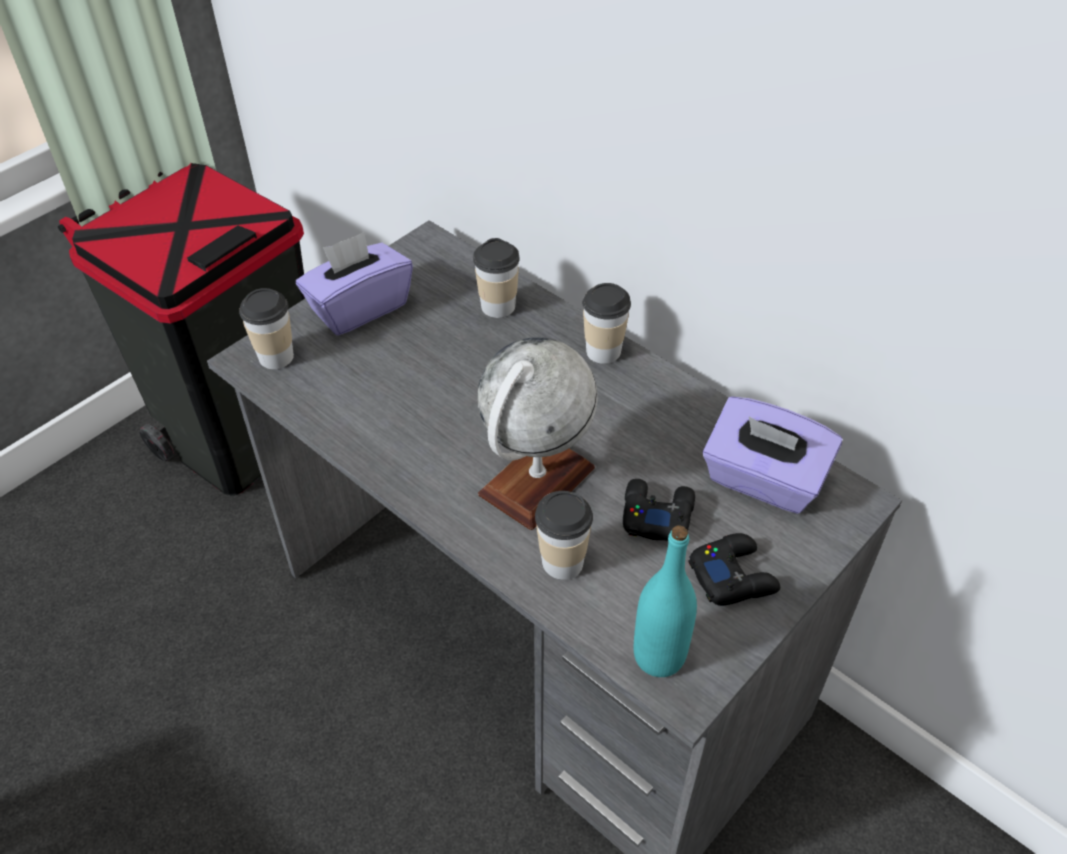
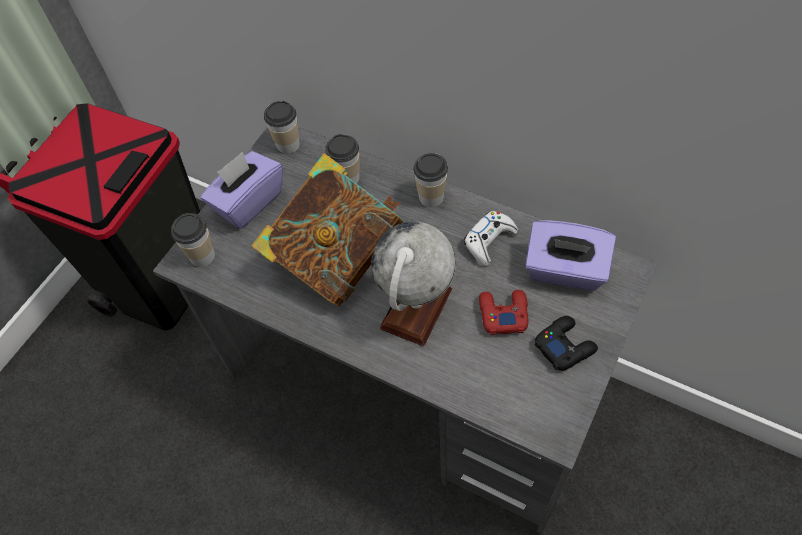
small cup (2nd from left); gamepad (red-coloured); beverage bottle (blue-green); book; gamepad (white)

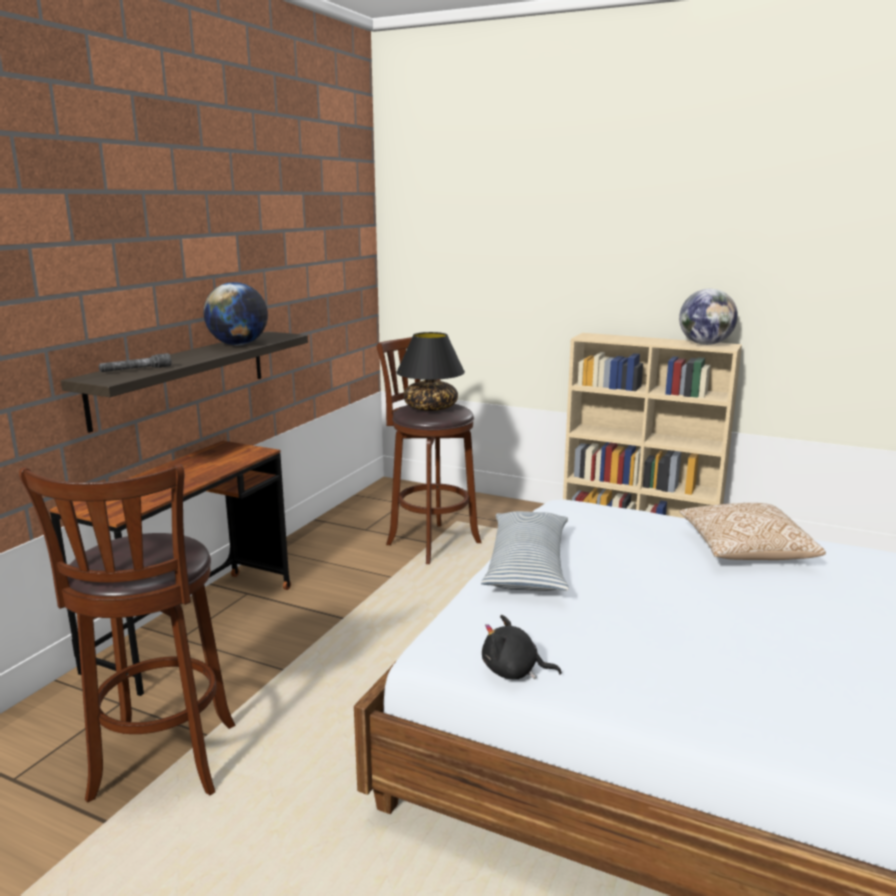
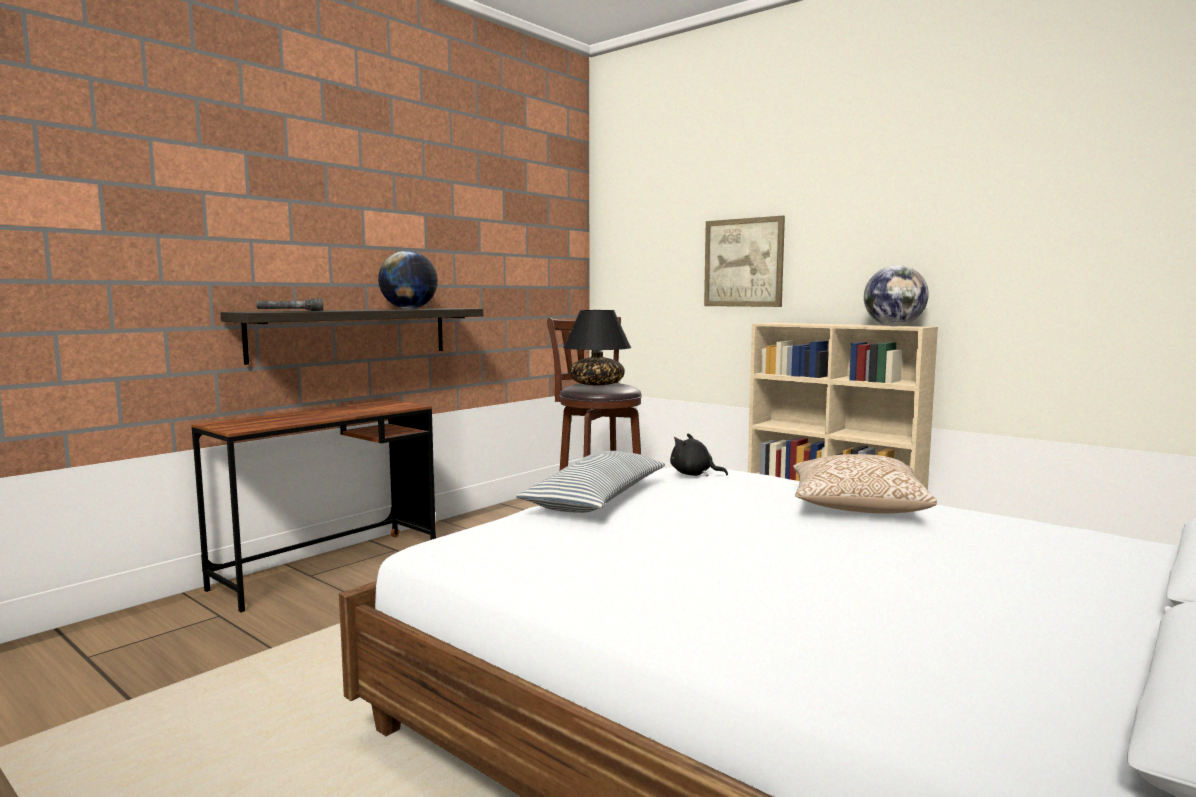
sitting stool (brownish) (1st from left in the first image); plush toy (blackish); picture

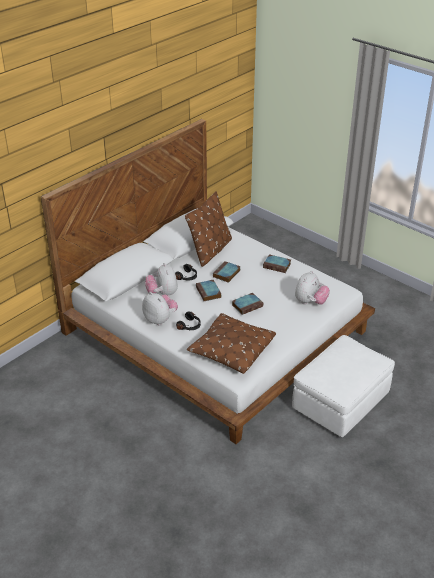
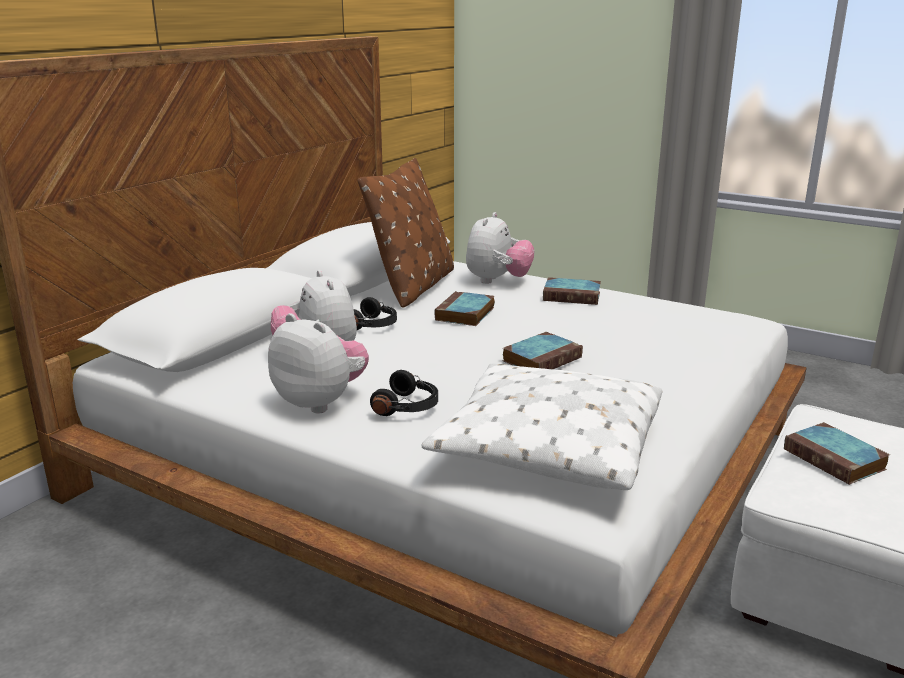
throw pillow (white); book (4th from left); plush toy (3rd from left)

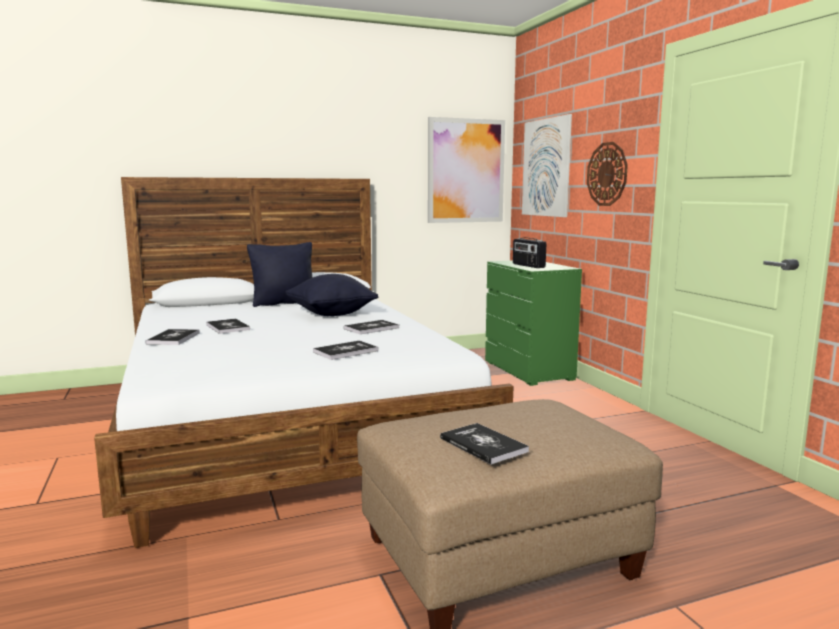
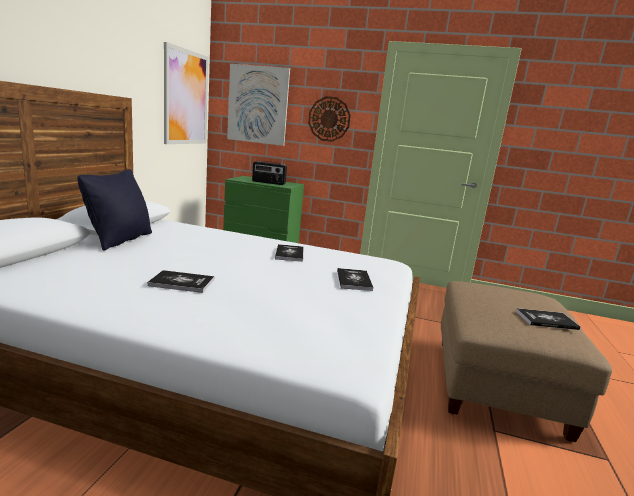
book (1st from left in the first image); throw pillow (blackish) (2nd from left in the first image)

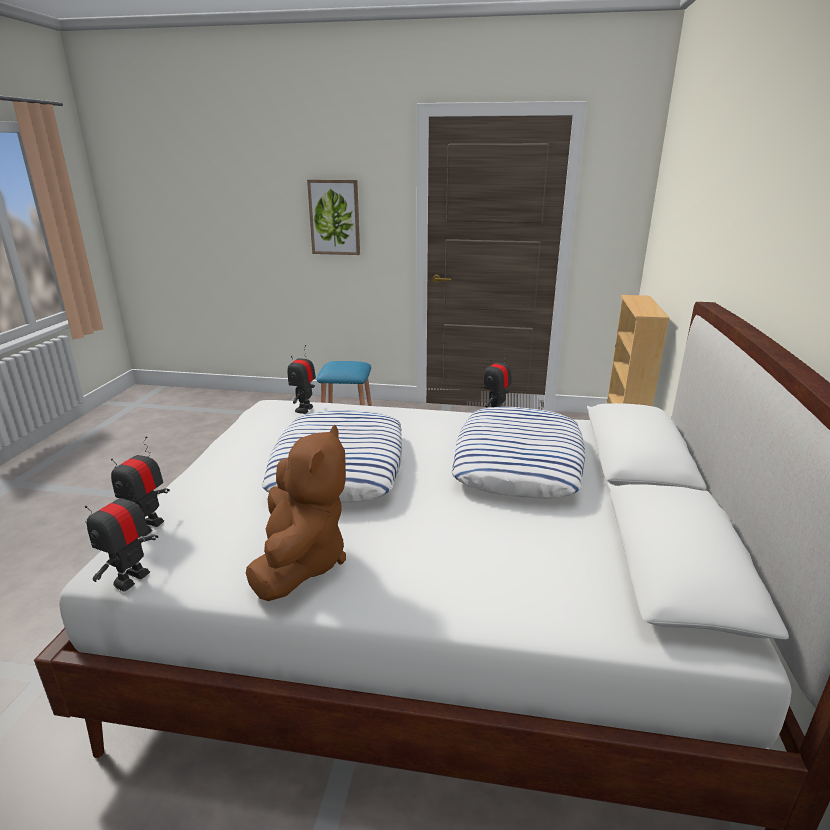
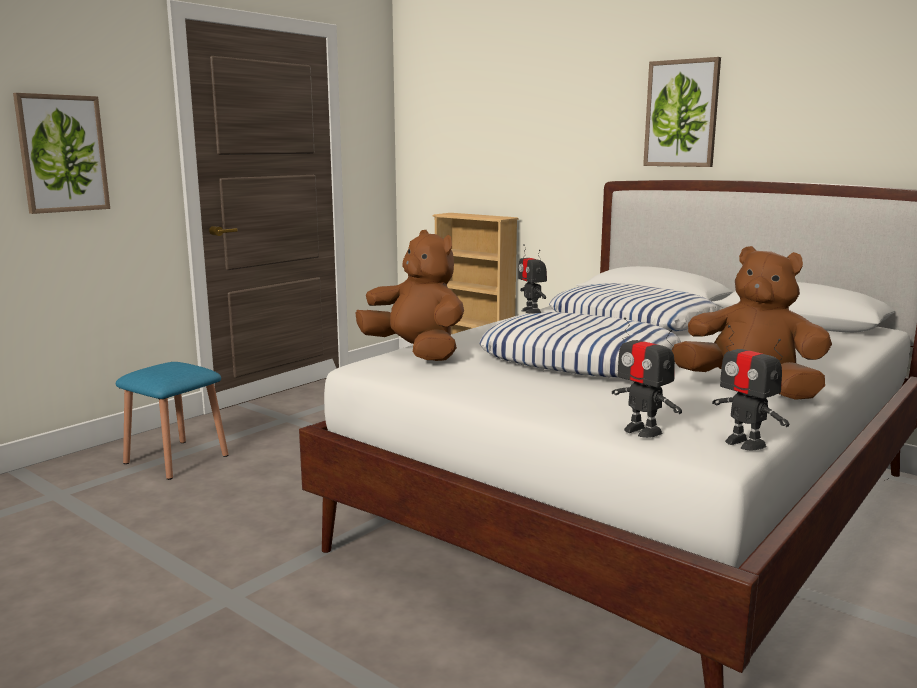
plush toy (brownish) (1st from left); picture (2nd from left)

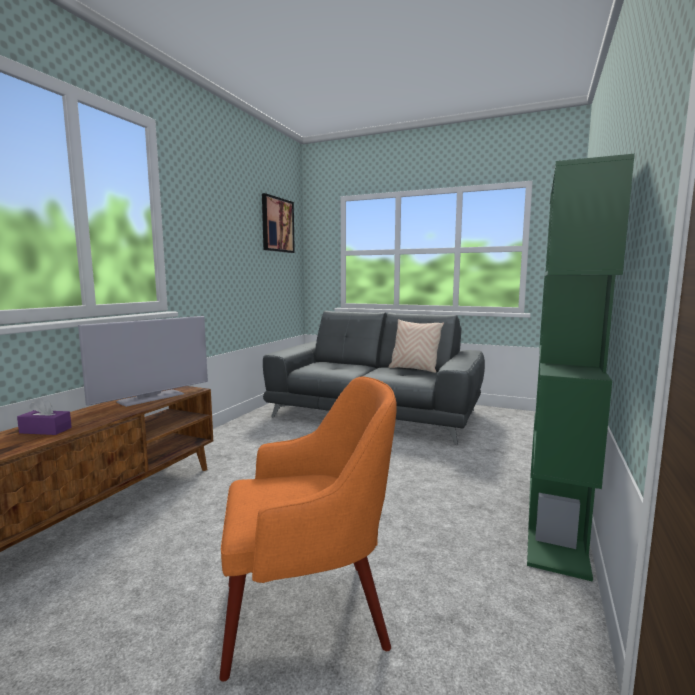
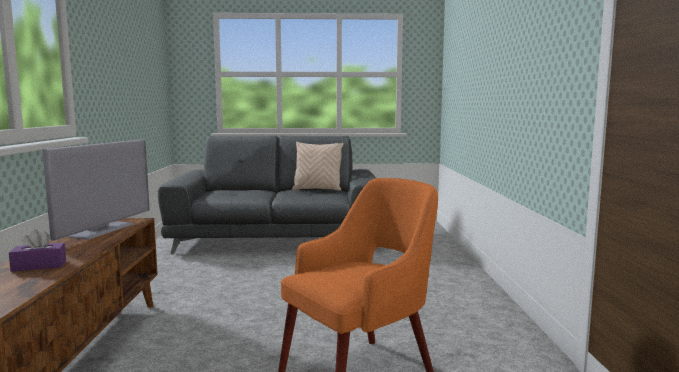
picture; shelving unit (greenish)

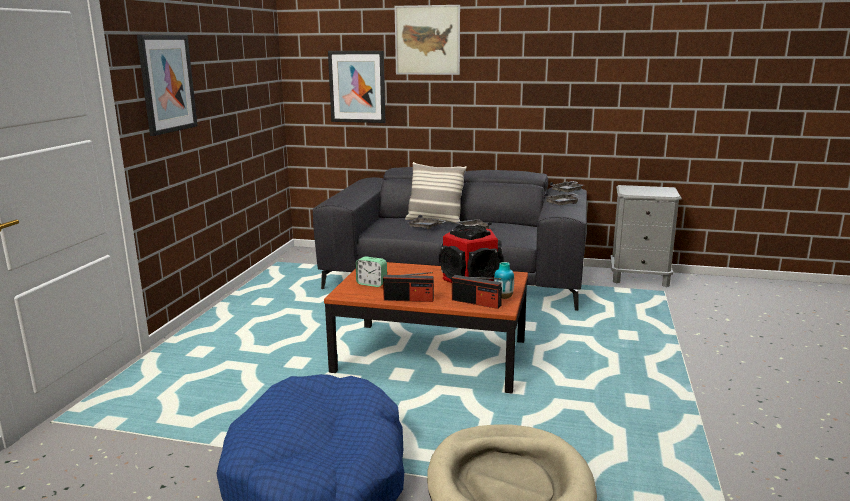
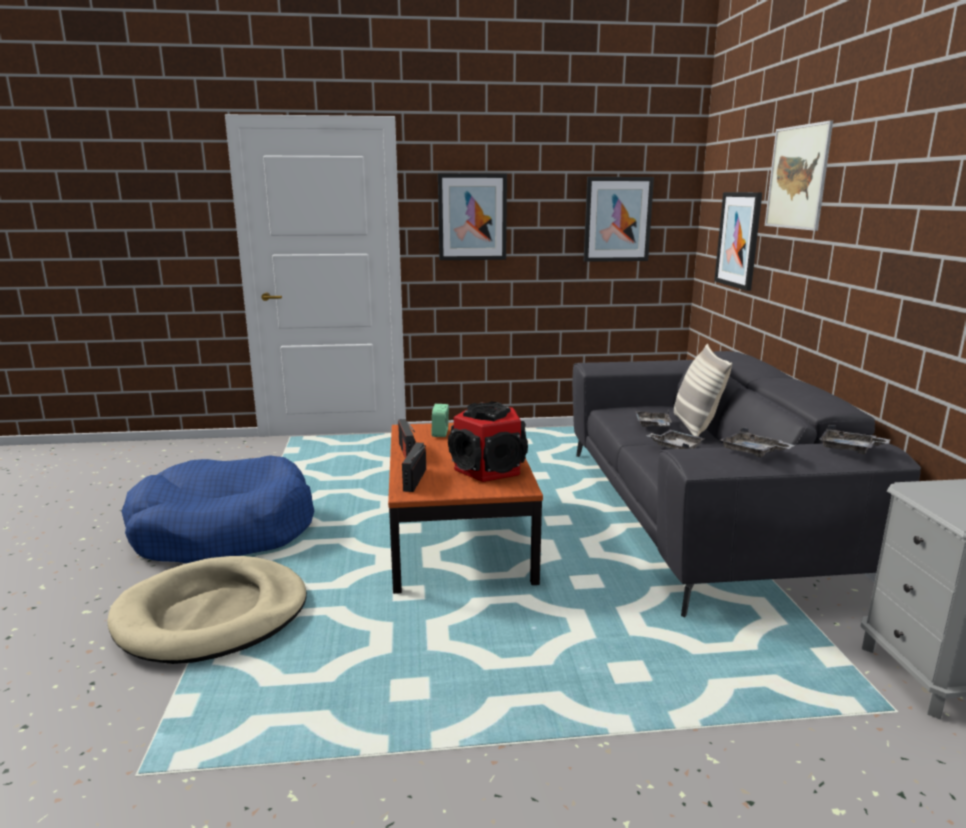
flower vase; picture (2nd from left)

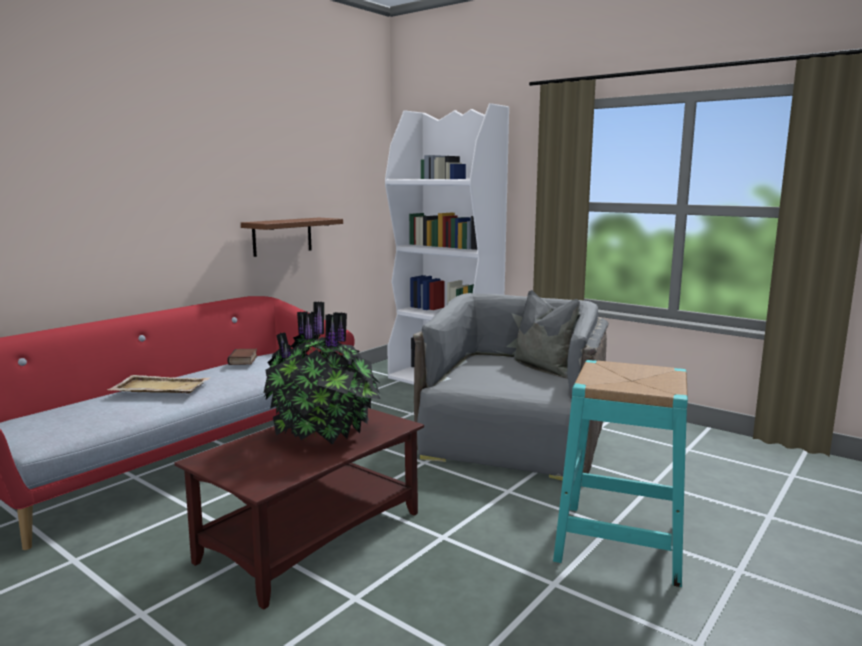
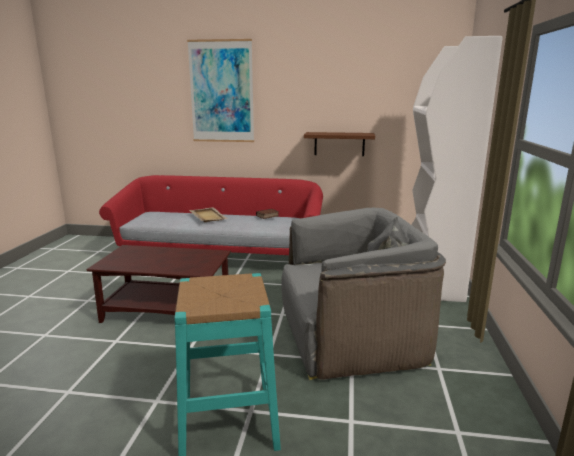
houseplant; picture

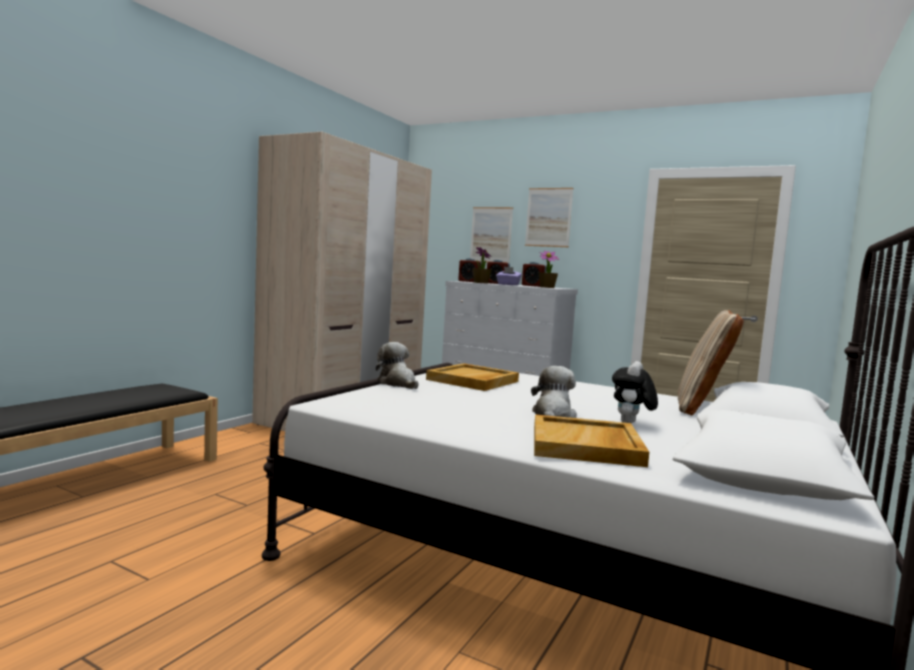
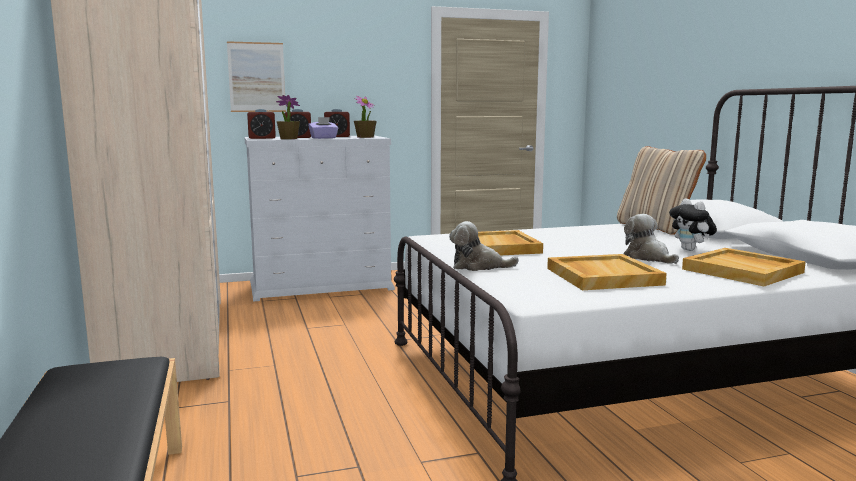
picture (2nd from left in the first image); tray (beige) (2nd from left)

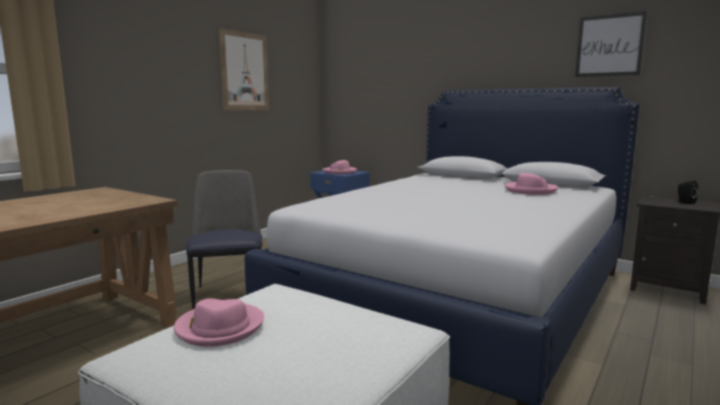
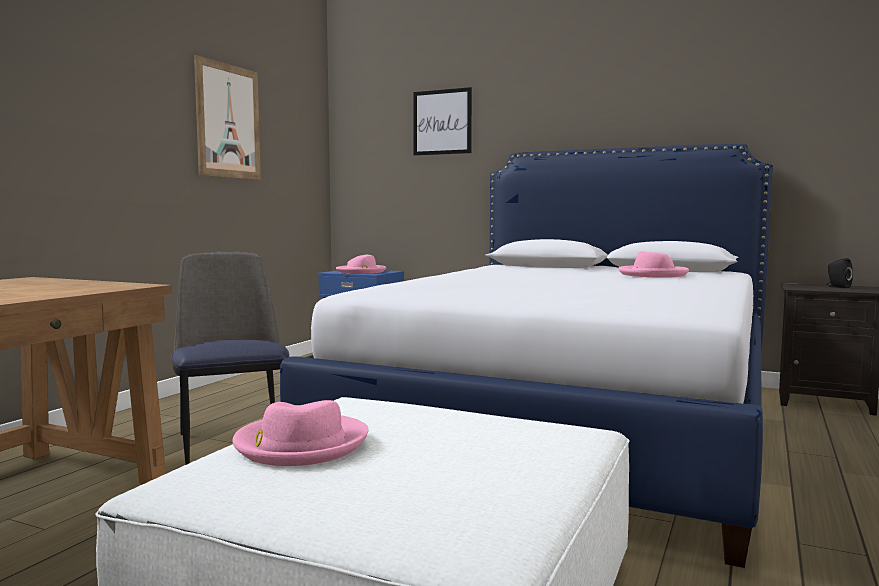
picture (2nd from left)

